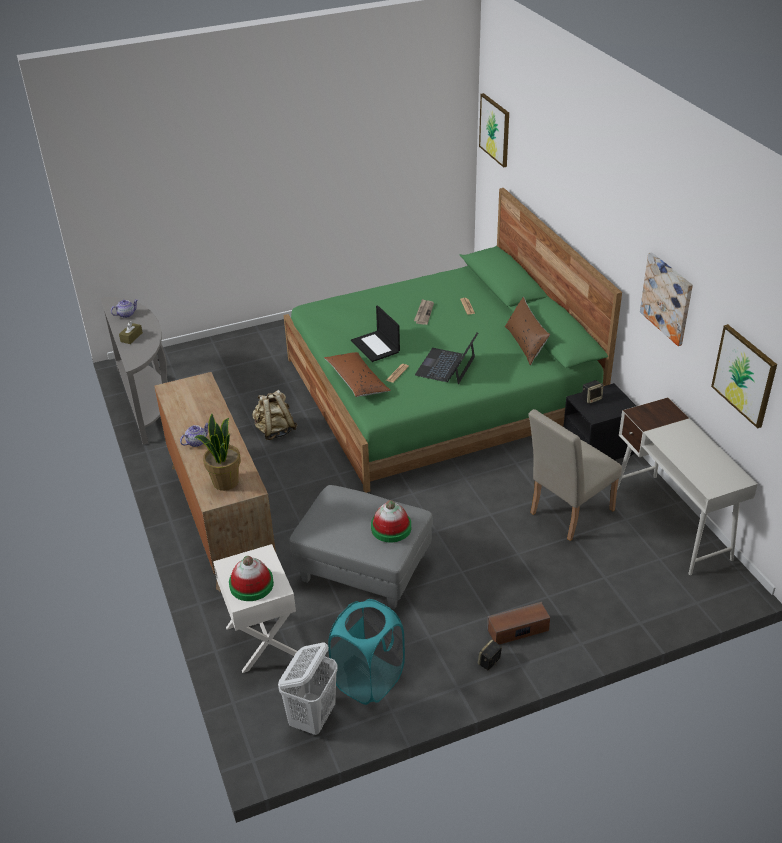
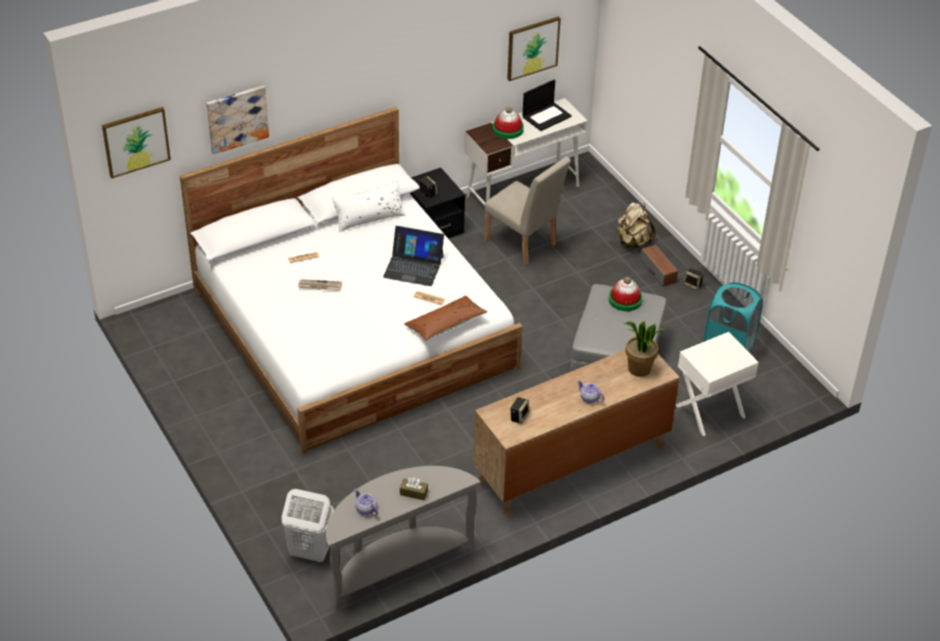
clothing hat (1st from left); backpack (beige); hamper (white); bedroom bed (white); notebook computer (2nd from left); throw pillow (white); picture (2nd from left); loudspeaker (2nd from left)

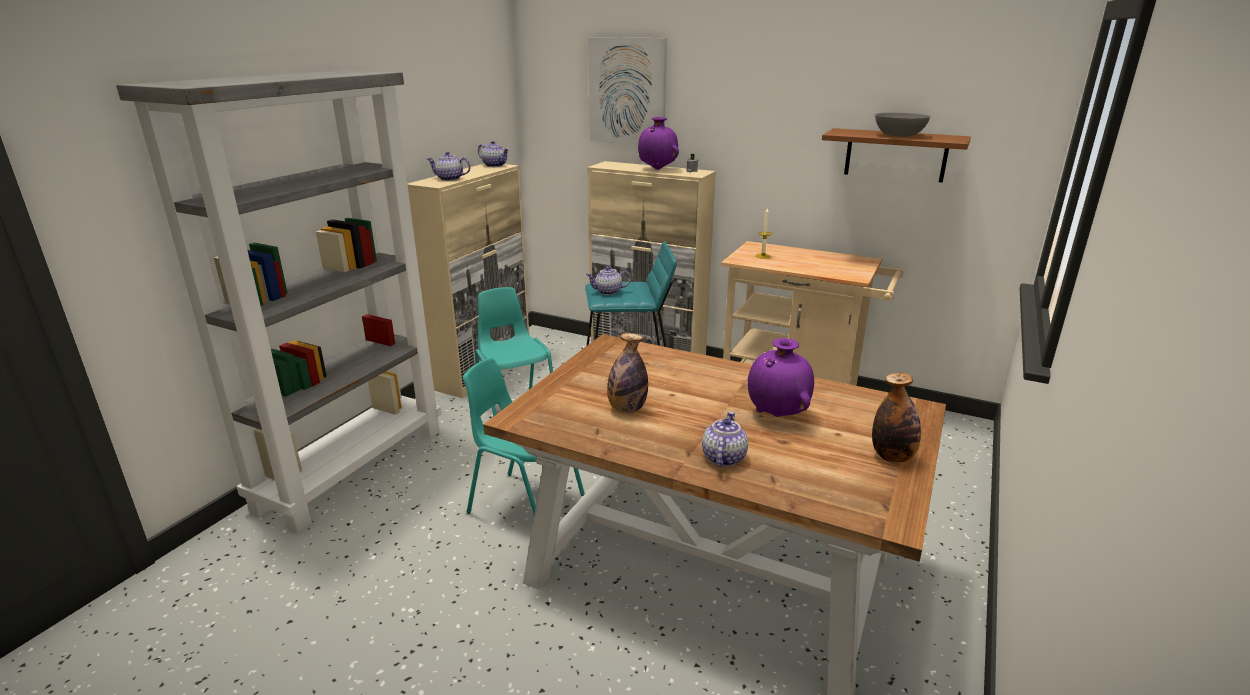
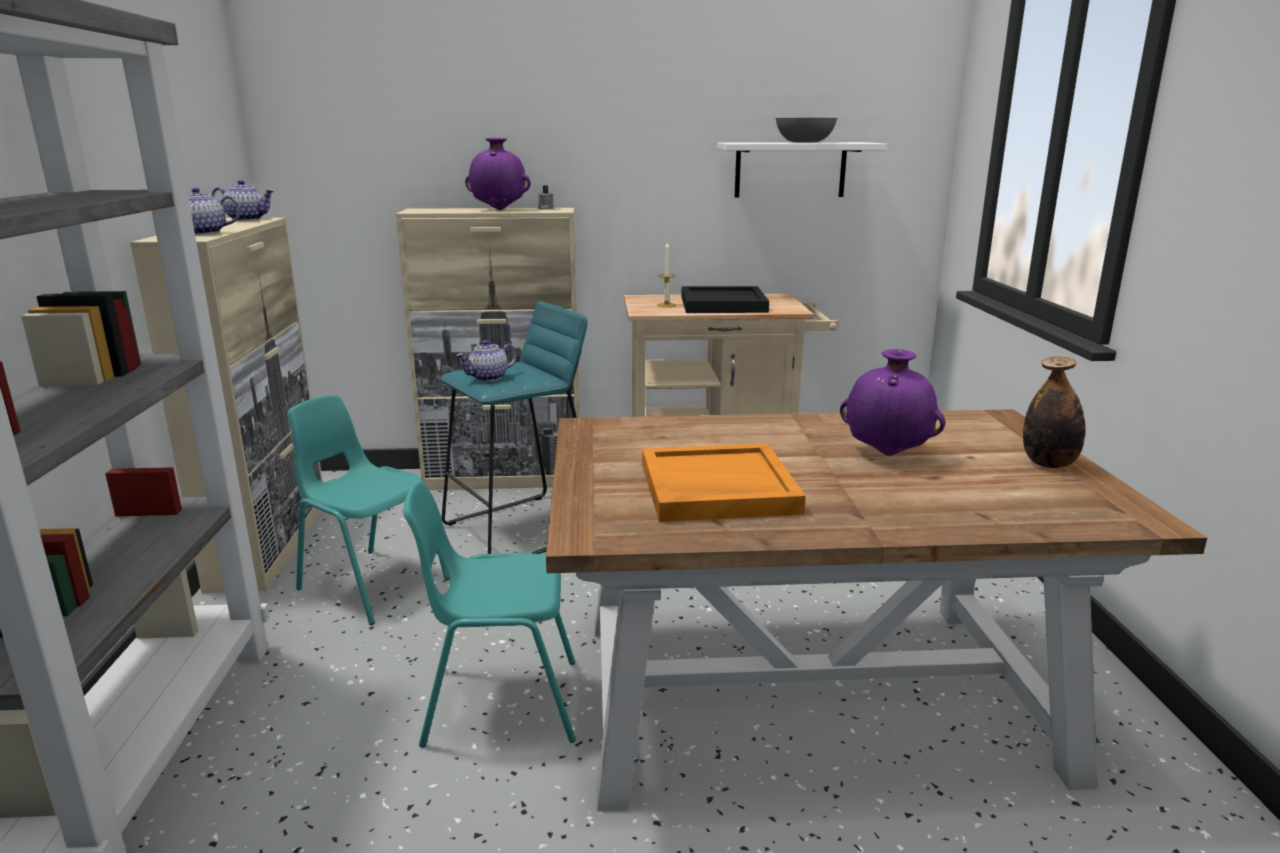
picture; tray (orange-coloured); tea pot (4th from left in the first image); bracket shelf (white); tray (blackish)

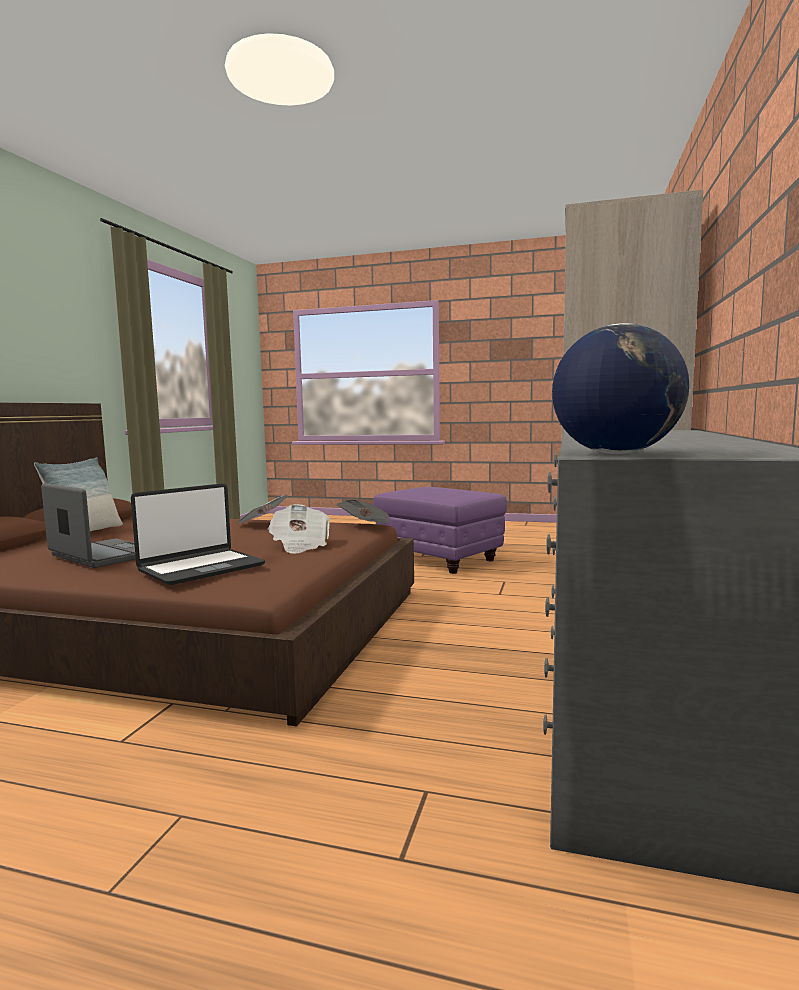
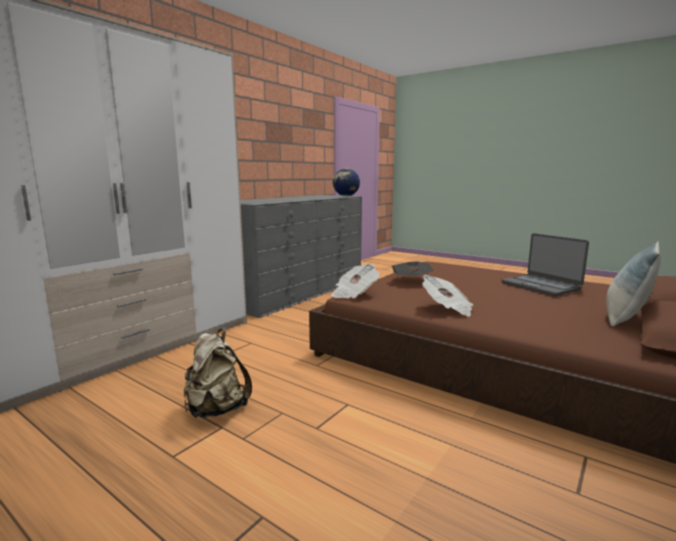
notebook computer (2nd from left in the first image); backpack (beige)

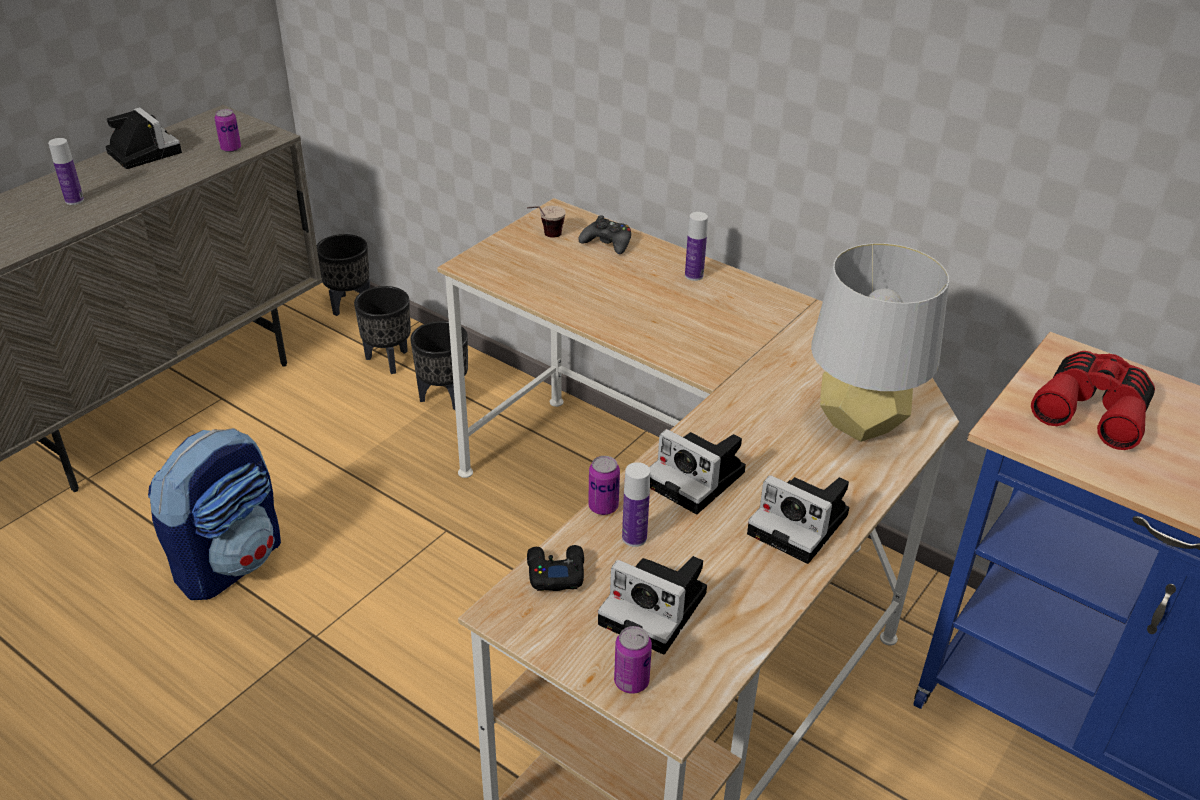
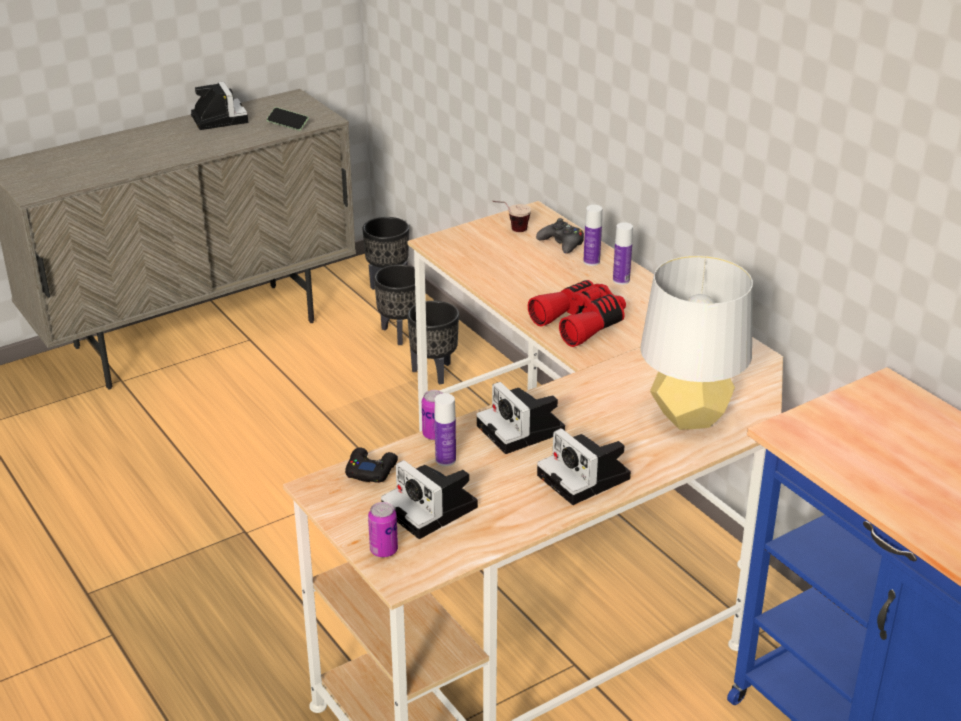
beverage bottle (2nd from left); backpack; telephone; field glasses (red-coloured)

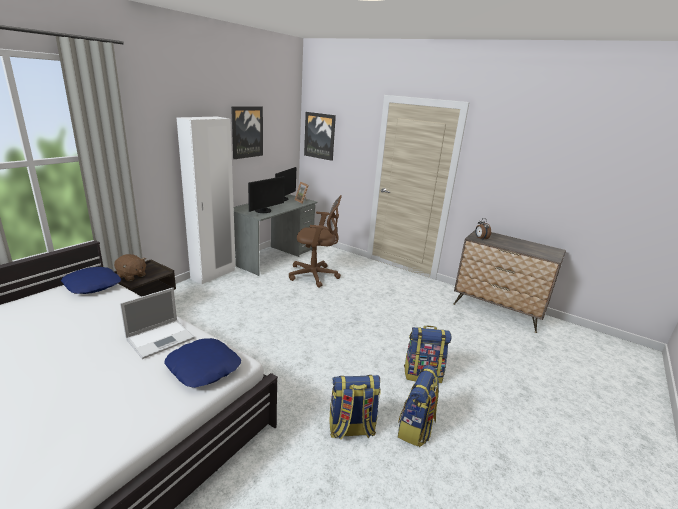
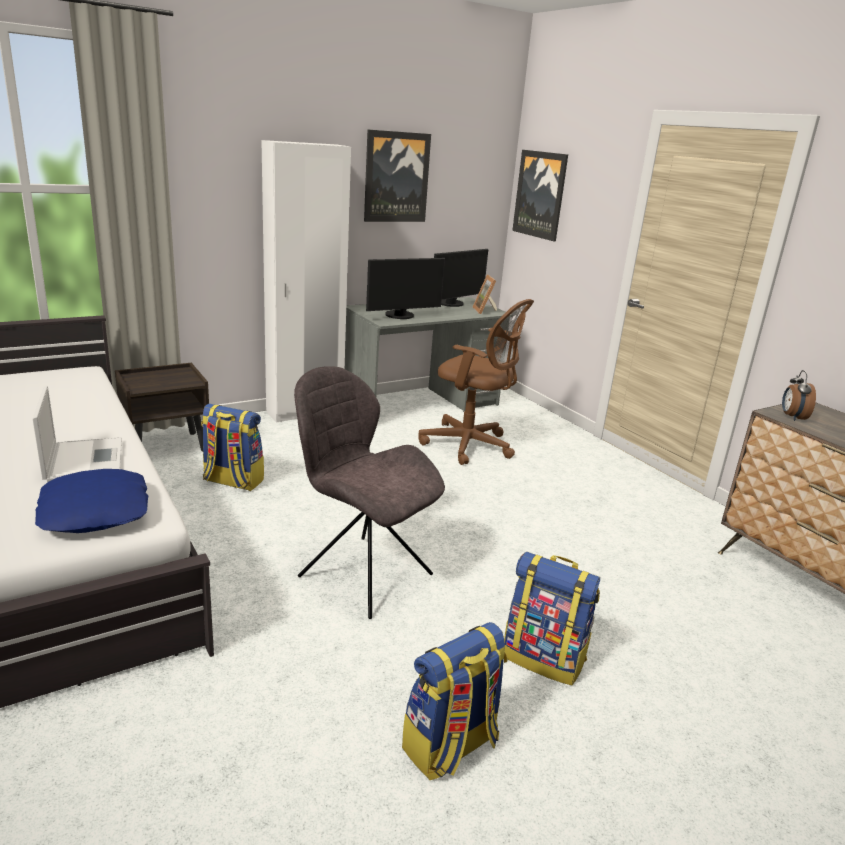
throw pillow (bluish) (1st from left in the first image); plush toy (brownish); notebook computer; backpack (1st from left); upright chair (grey)

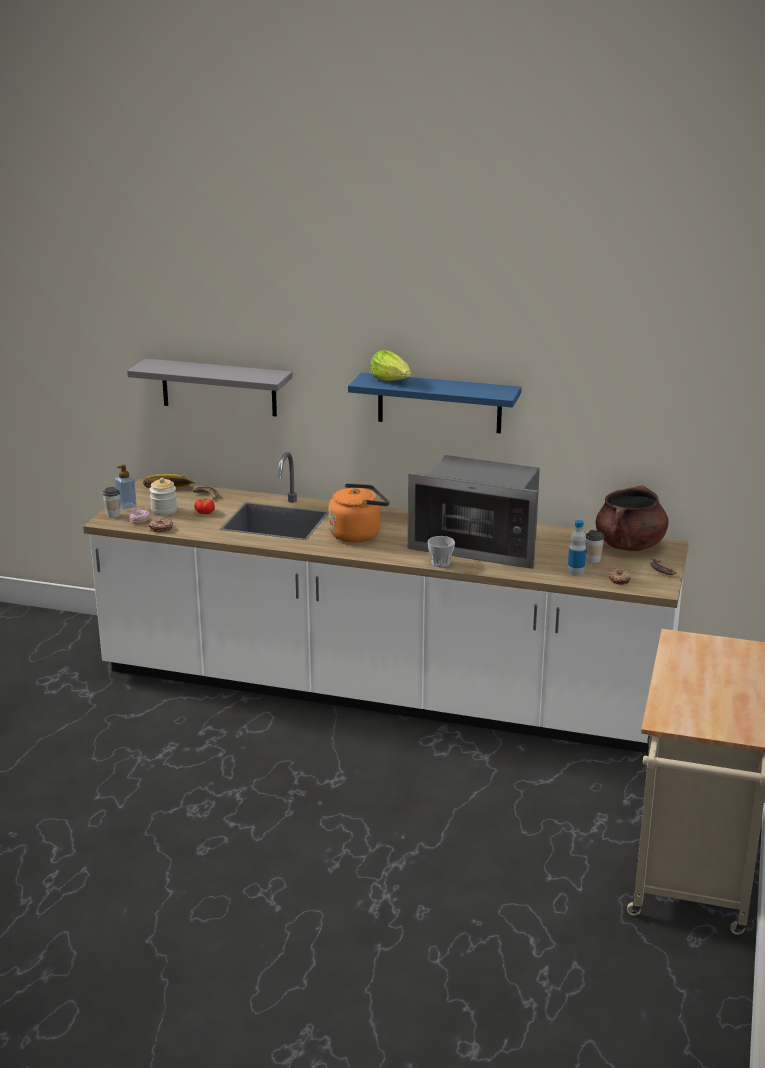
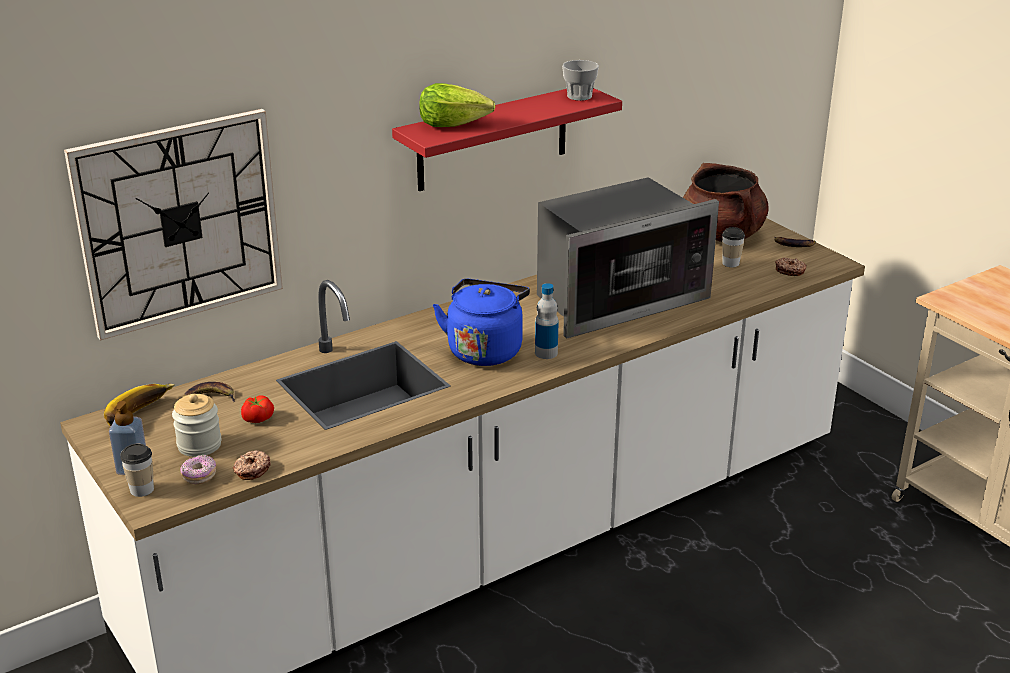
wall clock; tea kettle (bluish); bracket shelf (red-coloured); small cup (2nd from left); beverage bottle

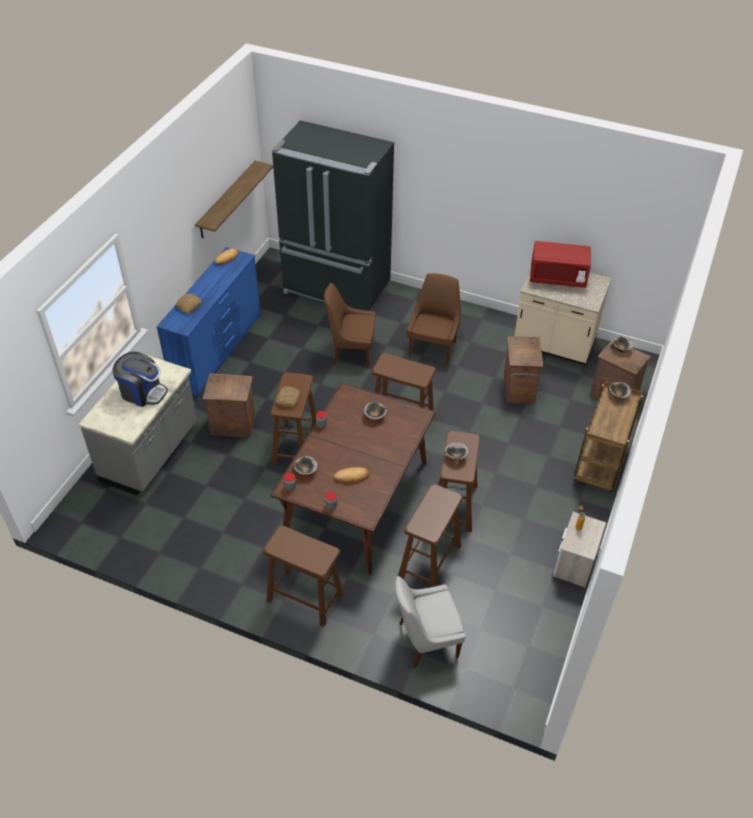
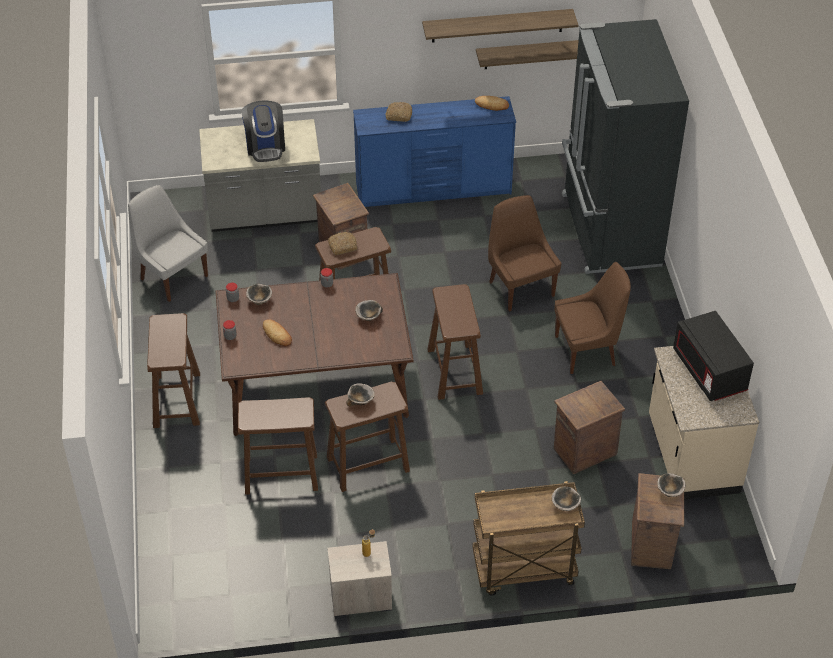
upright chair (white); kitchen microwave (blackish); bracket shelf (1st from left)

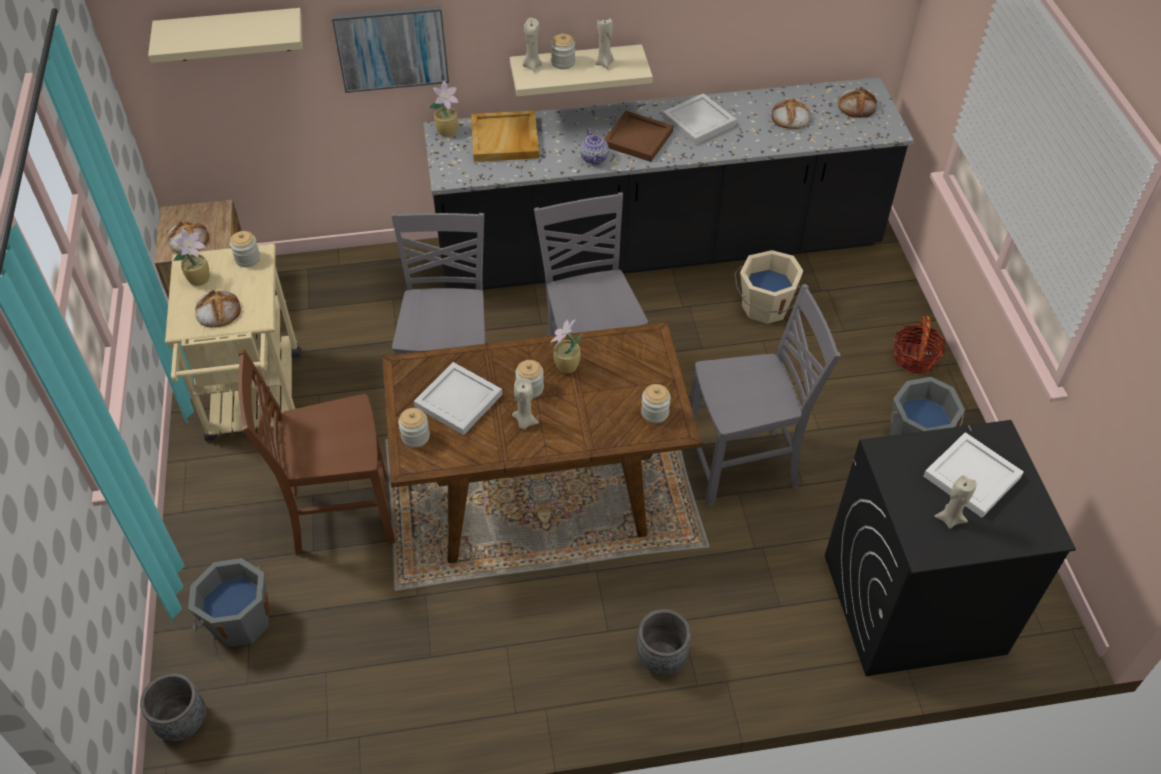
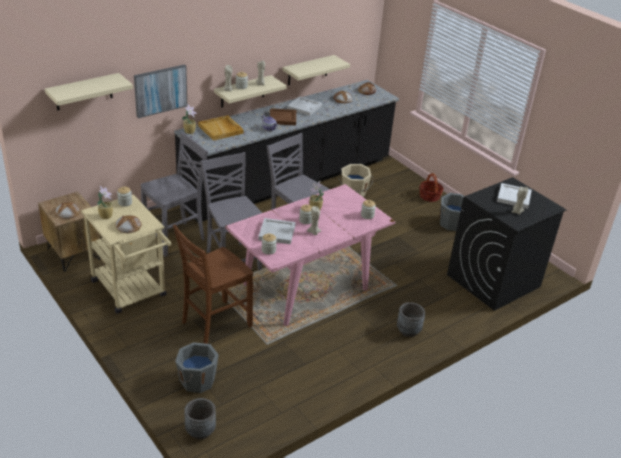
dining table (pinkish); upright chair (grey) (1st from left); bracket shelf (beige) (3rd from left)

